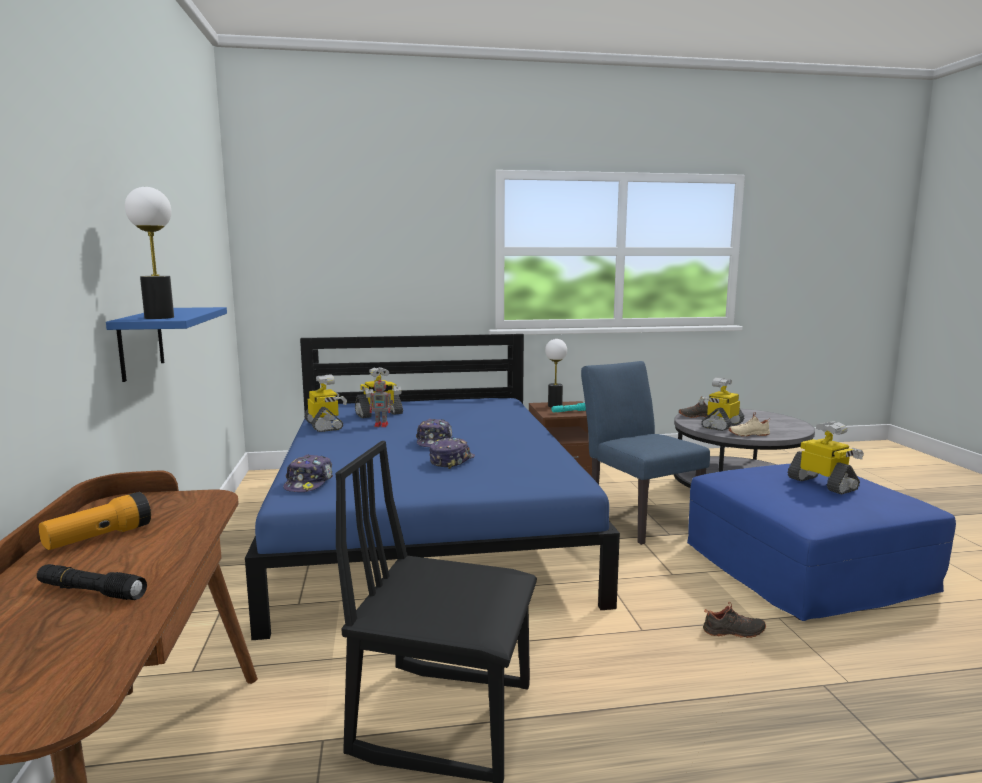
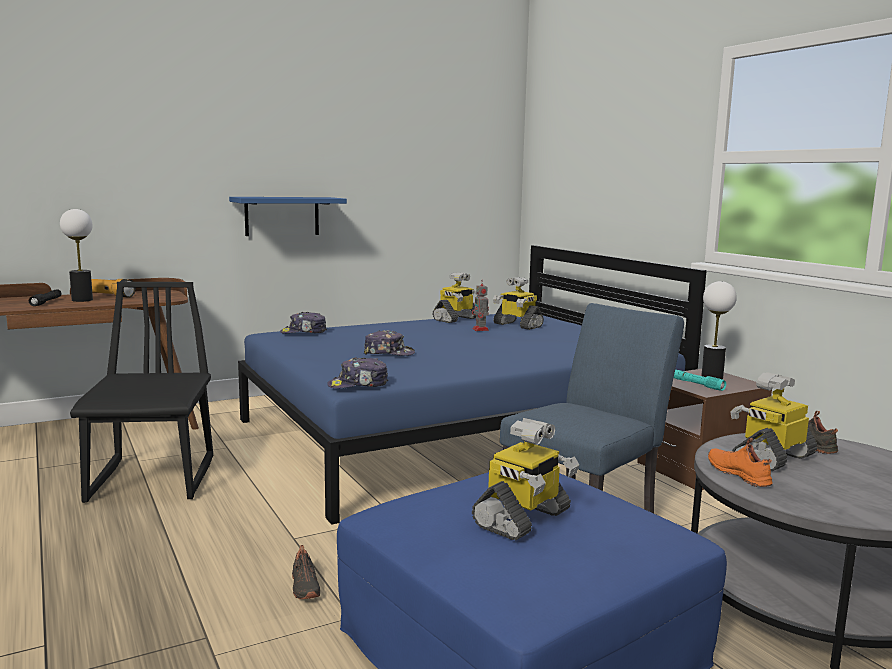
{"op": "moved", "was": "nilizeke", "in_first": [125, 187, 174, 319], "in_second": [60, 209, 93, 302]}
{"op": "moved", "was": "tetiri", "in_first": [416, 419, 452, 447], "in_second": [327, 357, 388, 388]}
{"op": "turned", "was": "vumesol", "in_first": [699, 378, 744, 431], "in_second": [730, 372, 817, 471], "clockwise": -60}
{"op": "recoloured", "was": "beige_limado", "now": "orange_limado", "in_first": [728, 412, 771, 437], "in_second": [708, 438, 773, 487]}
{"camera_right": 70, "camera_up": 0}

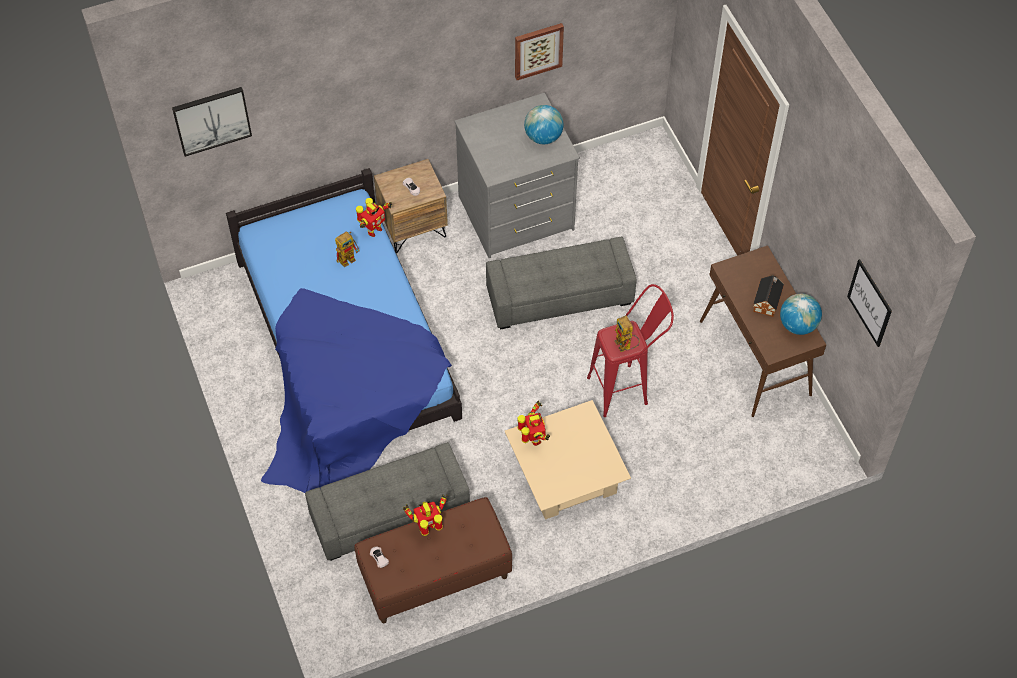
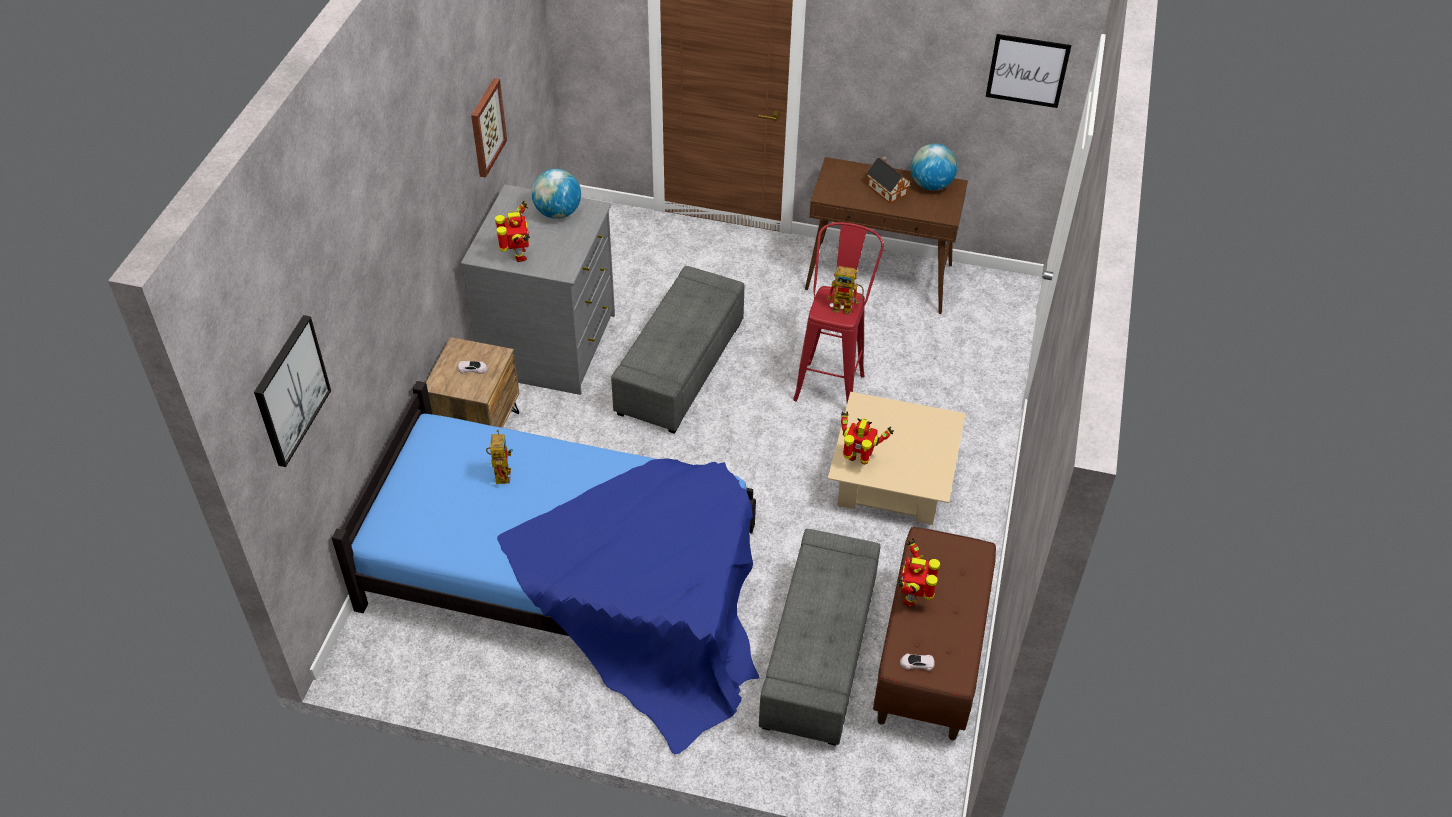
{"op": "moved", "was": "vumesol", "in_first": [356, 198, 392, 237], "in_second": [495, 201, 530, 262]}
{"camera_right": -55, "camera_up": -10}

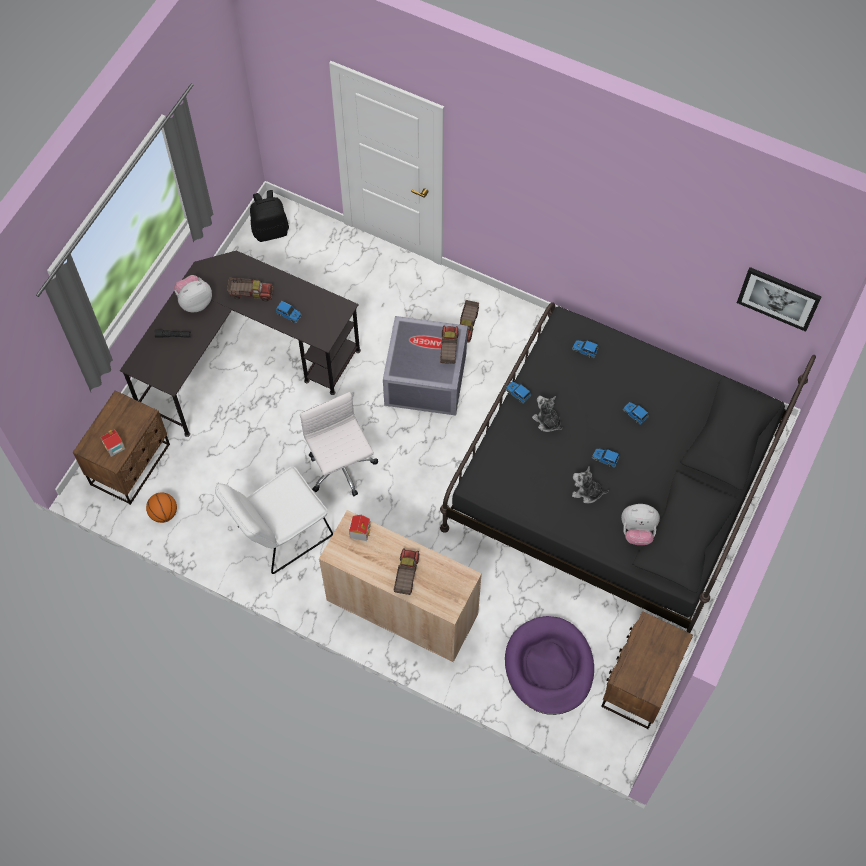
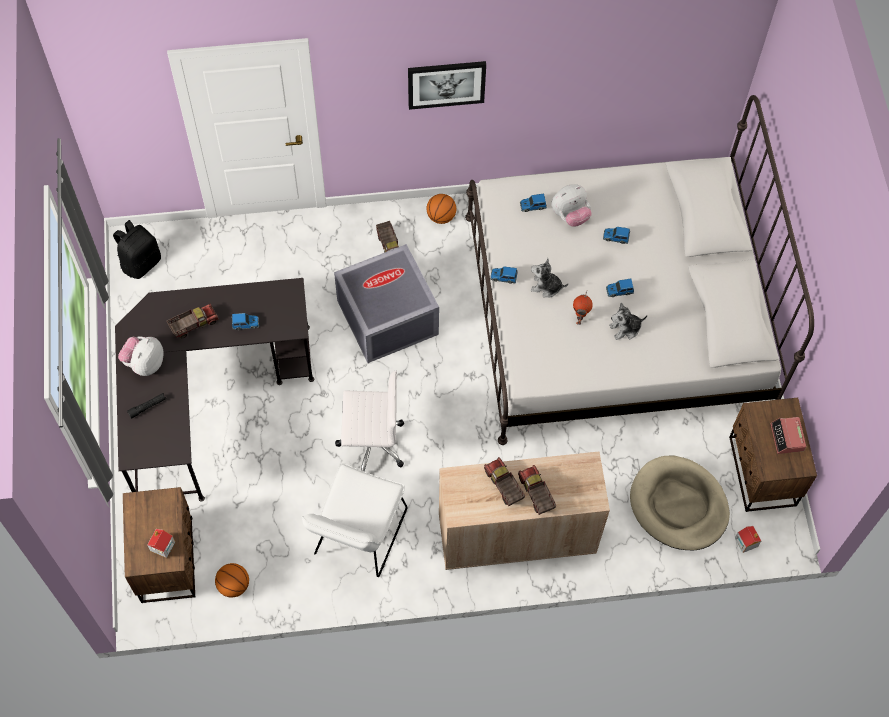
{"op": "turned", "was": "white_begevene", "in_first": [300, 392, 378, 496], "in_second": [335, 371, 404, 472], "clockwise": 150}
{"op": "moved", "was": "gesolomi", "in_first": [349, 515, 371, 541], "in_second": [735, 526, 761, 553]}
{"op": "recoloured", "was": "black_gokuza", "now": "white_gokuza", "in_first": [440, 302, 816, 633], "in_second": [465, 95, 814, 445]}
{"op": "moved", "was": "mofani", "in_first": [440, 326, 459, 364], "in_second": [484, 457, 526, 506]}
{"op": "recoloured", "was": "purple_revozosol", "now": "beige_revozosol", "in_first": [505, 616, 594, 715], "in_second": [630, 456, 730, 550]}
{"op": "moved", "was": "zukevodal", "in_first": [621, 504, 660, 545], "in_second": [551, 184, 592, 227]}
{"op": "moved", "was": "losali", "in_first": [737, 267, 822, 332], "in_second": [408, 61, 486, 110]}
{"op": "added", "now": "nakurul", "in_second": [426, 194, 456, 224]}
{"op": "added", "now": "vumesol", "in_second": [573, 291, 593, 325]}
{"op": "added", "now": "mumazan", "in_second": [770, 417, 806, 454]}
{"camera_right": -35, "camera_up": 0}

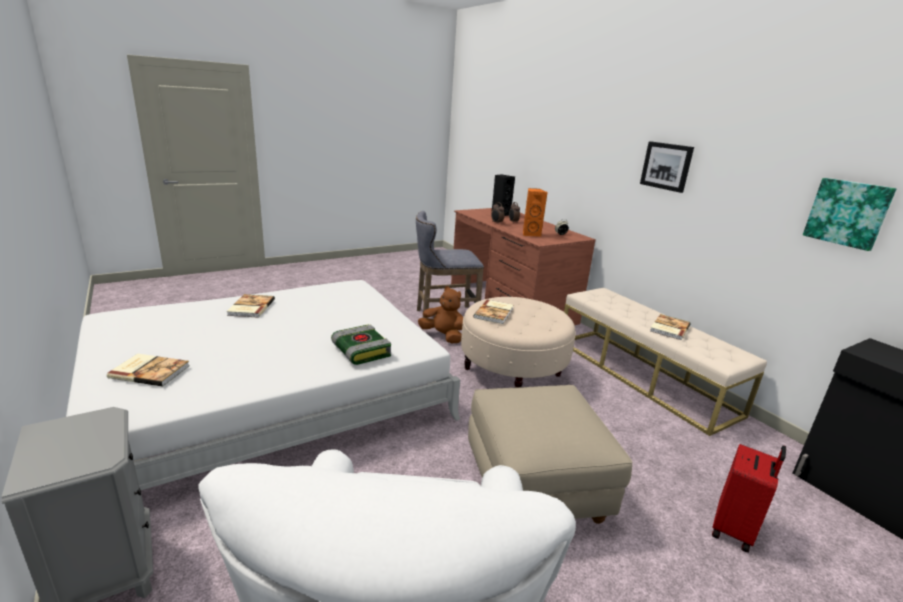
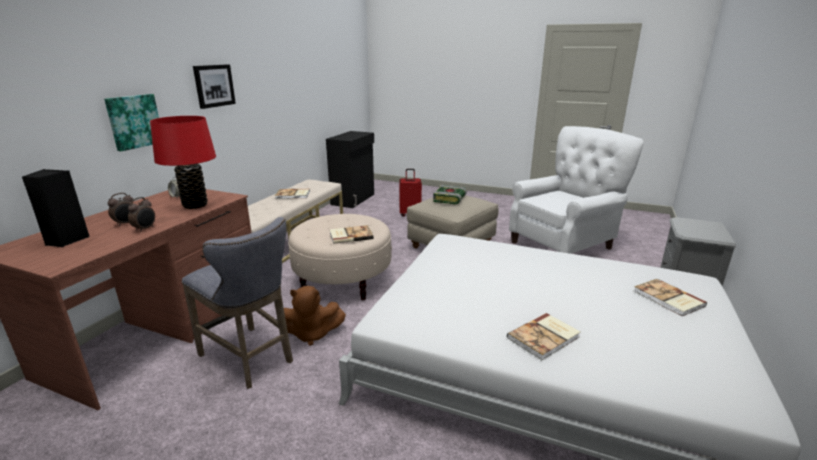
{"op": "moved", "was": "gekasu", "in_first": [331, 324, 391, 365], "in_second": [433, 185, 467, 204]}
{"op": "turned", "was": "brown_zukevodal", "in_first": [418, 286, 463, 343], "in_second": [284, 286, 346, 346], "clockwise": -90}
{"op": "replaced", "was": "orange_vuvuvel", "now": "red_nilizeke", "in_first": [523, 188, 547, 237], "in_second": [150, 116, 216, 209]}
{"op": "moved", "was": "losali", "in_first": [803, 178, 896, 251], "in_second": [104, 94, 159, 151]}
{"camera_right": -125, "camera_up": 0}

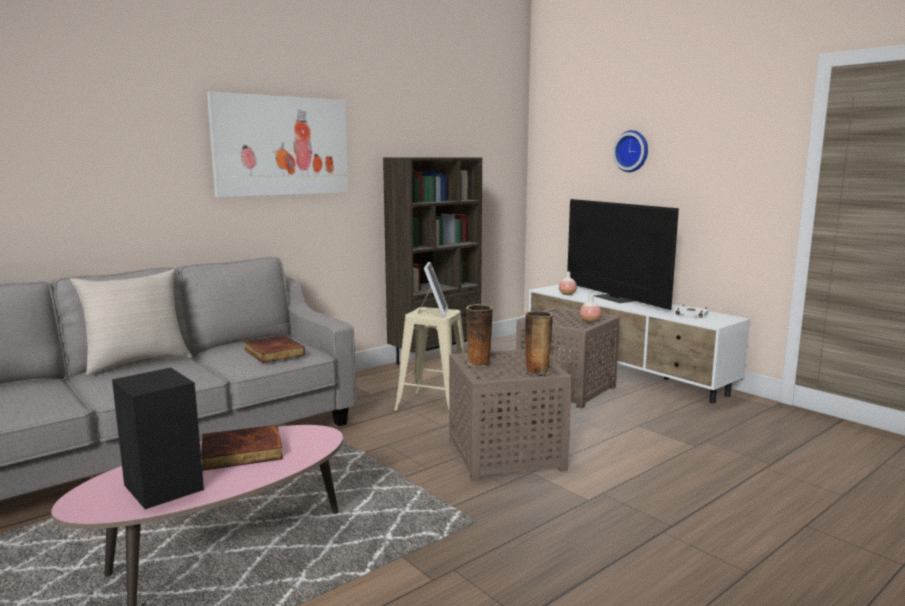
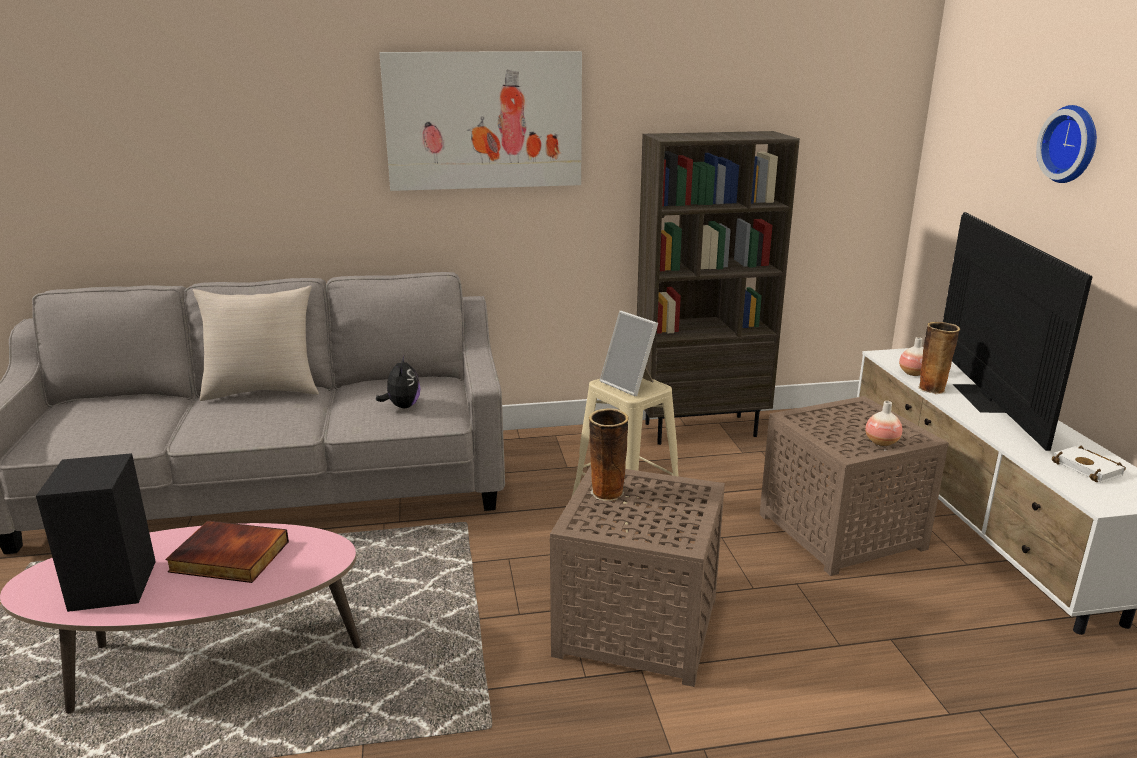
{"op": "replaced", "was": "gekasu", "now": "zukevodal", "in_first": [244, 335, 305, 363], "in_second": [376, 356, 421, 408]}
{"op": "turned", "was": "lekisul", "in_first": [417, 262, 448, 316], "in_second": [600, 311, 658, 396], "clockwise": 105}
{"op": "moved", "was": "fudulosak", "in_first": [525, 311, 553, 375], "in_second": [918, 322, 960, 394]}
{"camera_right": 30, "camera_up": 10}

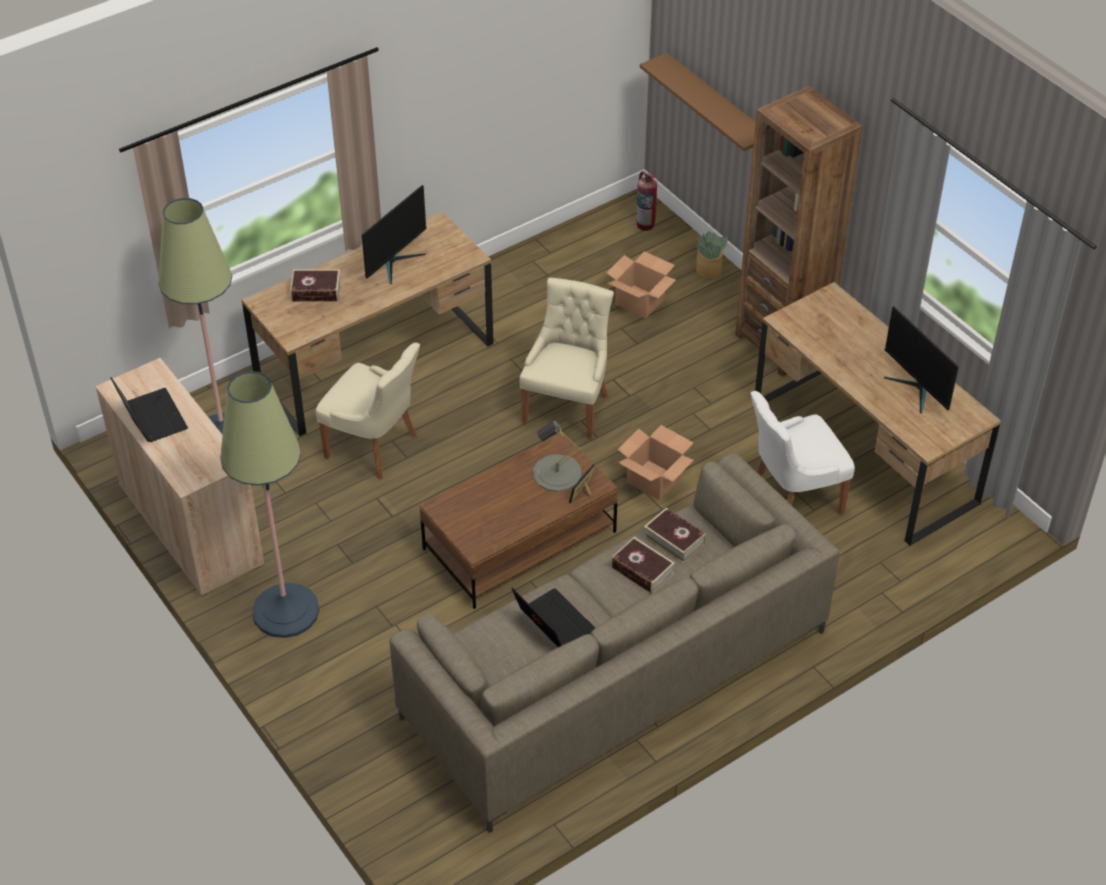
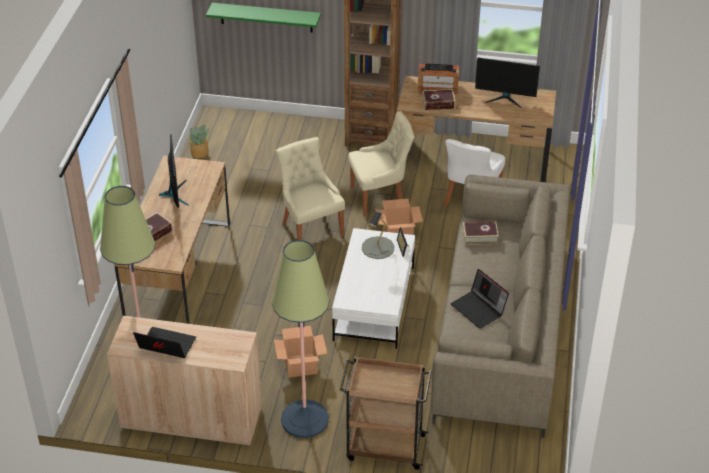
{"op": "moved", "was": "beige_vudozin", "in_first": [316, 342, 420, 479], "in_second": [348, 111, 414, 217]}
{"op": "recoloured", "was": "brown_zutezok", "now": "white_zutezok", "in_first": [419, 432, 618, 609], "in_second": [332, 228, 415, 349]}
{"op": "turned", "was": "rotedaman", "in_first": [512, 588, 595, 647], "in_second": [450, 269, 509, 329], "clockwise": -135}
{"op": "moved", "was": "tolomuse", "in_first": [606, 251, 676, 319], "in_second": [274, 326, 327, 378]}
{"op": "moved", "was": "gekasu", "in_first": [611, 537, 675, 594], "in_second": [422, 89, 455, 110]}
{"op": "removed", "was": "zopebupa", "in_first": [636, 171, 657, 231]}
{"op": "recoloured", "was": "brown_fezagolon", "now": "green_fezagolon", "in_first": [640, 53, 756, 151], "in_second": [206, 3, 321, 33]}
{"op": "moved", "was": "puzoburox", "in_first": [696, 231, 728, 278], "in_second": [190, 125, 210, 158]}
{"op": "added", "now": "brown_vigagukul", "in_second": [340, 356, 432, 470]}
{"op": "added", "now": "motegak", "in_second": [418, 63, 459, 94]}
{"camera_right": -45, "camera_up": -5}

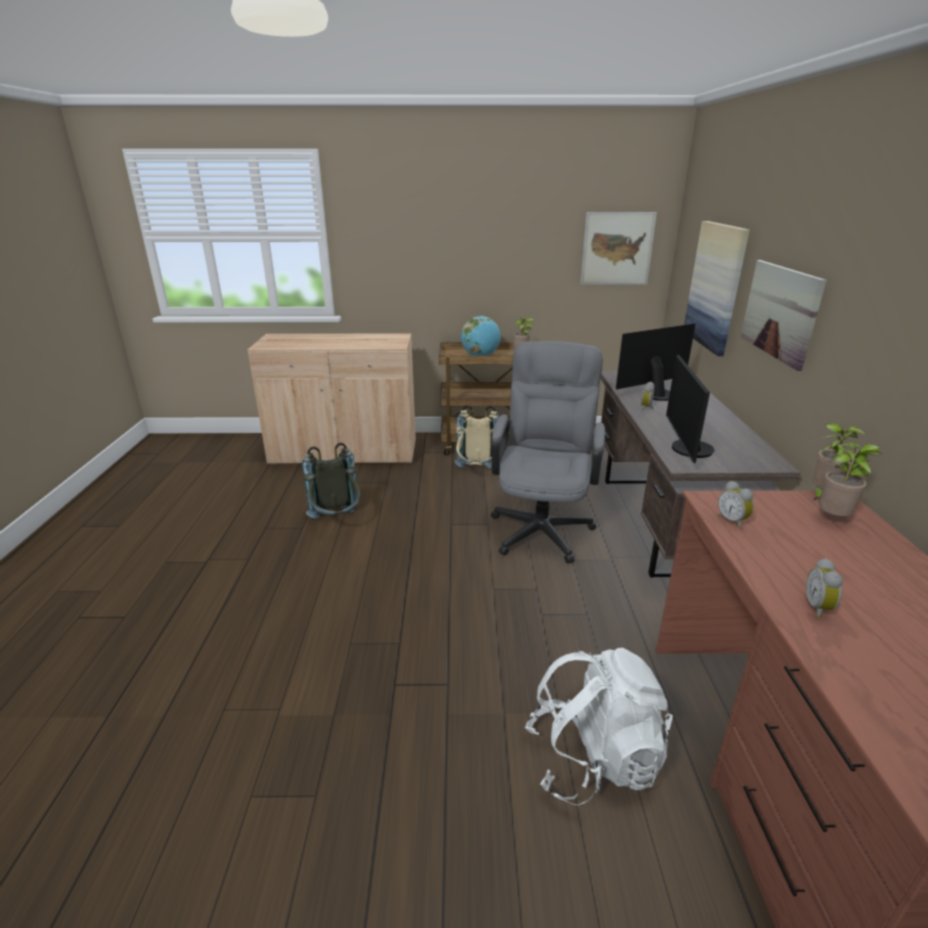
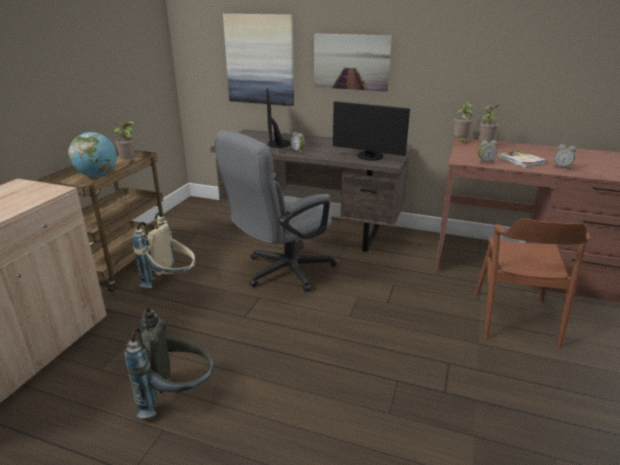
{"op": "turned", "was": "grey_begevene", "in_first": [491, 341, 605, 564], "in_second": [215, 130, 337, 292], "clockwise": -75}
{"op": "replaced", "was": "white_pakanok", "now": "brown_vudozin", "in_first": [525, 648, 673, 806], "in_second": [475, 219, 591, 348]}
{"op": "removed", "was": "losali", "in_first": [580, 212, 657, 285]}
{"op": "added", "now": "gekasu", "in_second": [498, 150, 546, 168]}
{"camera_right": -70, "camera_up": 0}

